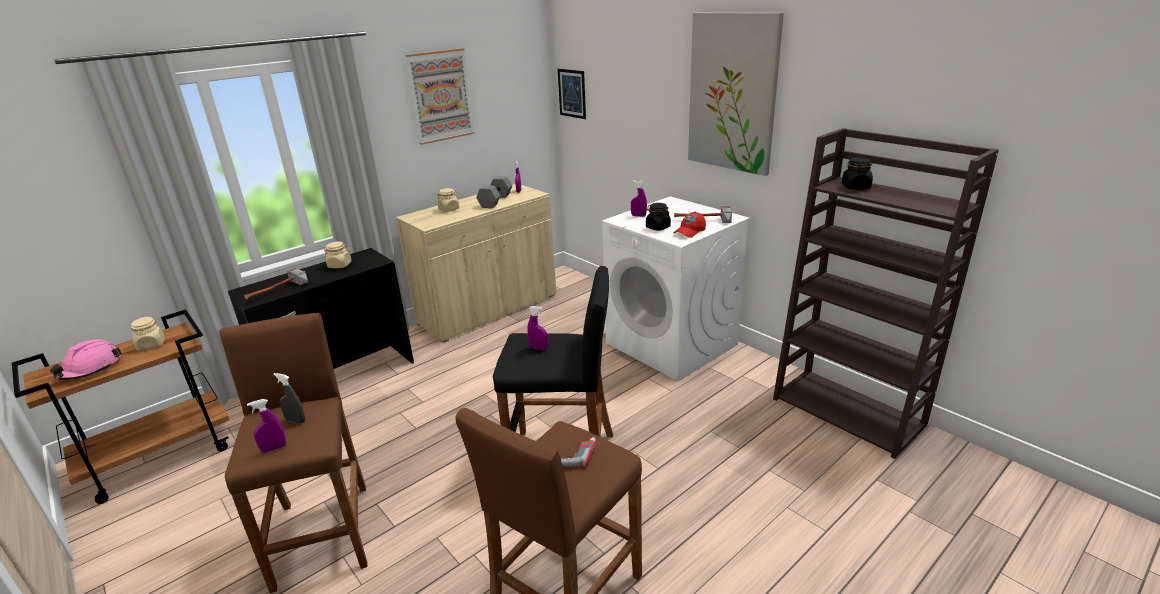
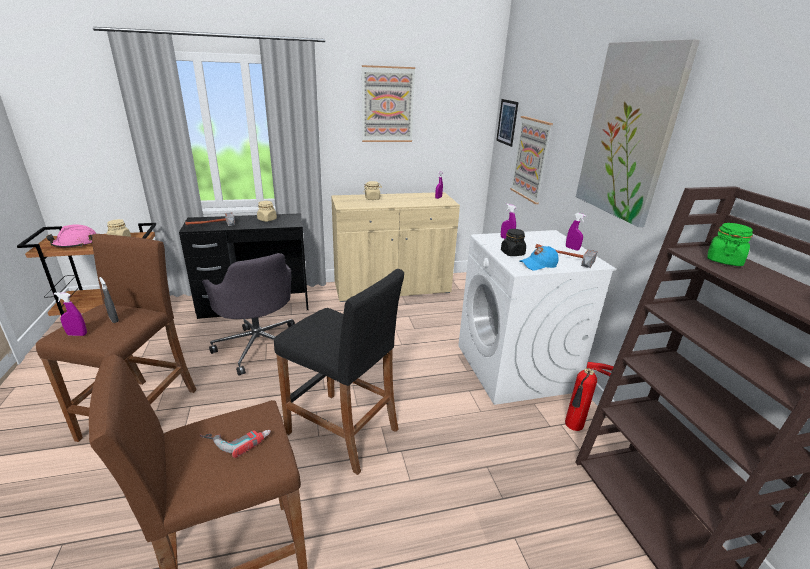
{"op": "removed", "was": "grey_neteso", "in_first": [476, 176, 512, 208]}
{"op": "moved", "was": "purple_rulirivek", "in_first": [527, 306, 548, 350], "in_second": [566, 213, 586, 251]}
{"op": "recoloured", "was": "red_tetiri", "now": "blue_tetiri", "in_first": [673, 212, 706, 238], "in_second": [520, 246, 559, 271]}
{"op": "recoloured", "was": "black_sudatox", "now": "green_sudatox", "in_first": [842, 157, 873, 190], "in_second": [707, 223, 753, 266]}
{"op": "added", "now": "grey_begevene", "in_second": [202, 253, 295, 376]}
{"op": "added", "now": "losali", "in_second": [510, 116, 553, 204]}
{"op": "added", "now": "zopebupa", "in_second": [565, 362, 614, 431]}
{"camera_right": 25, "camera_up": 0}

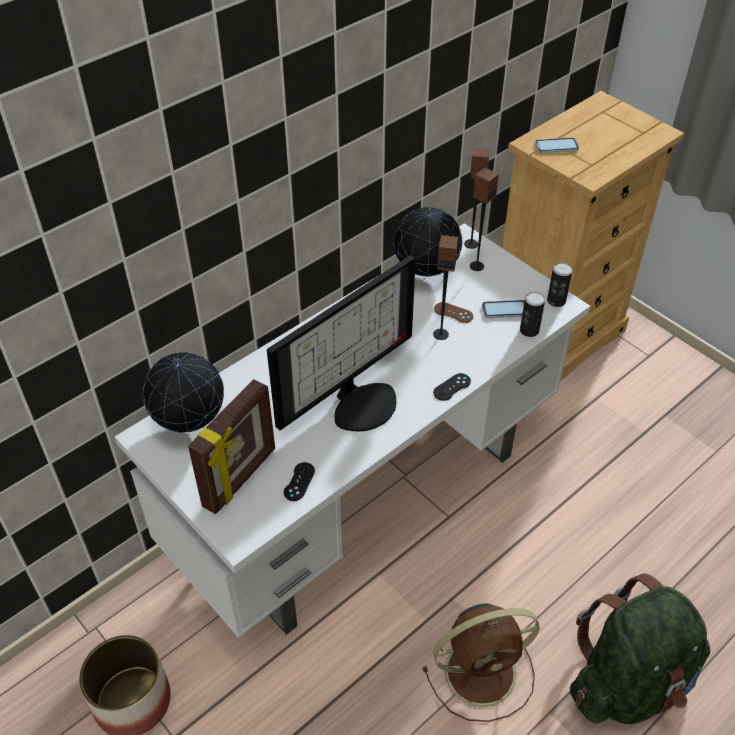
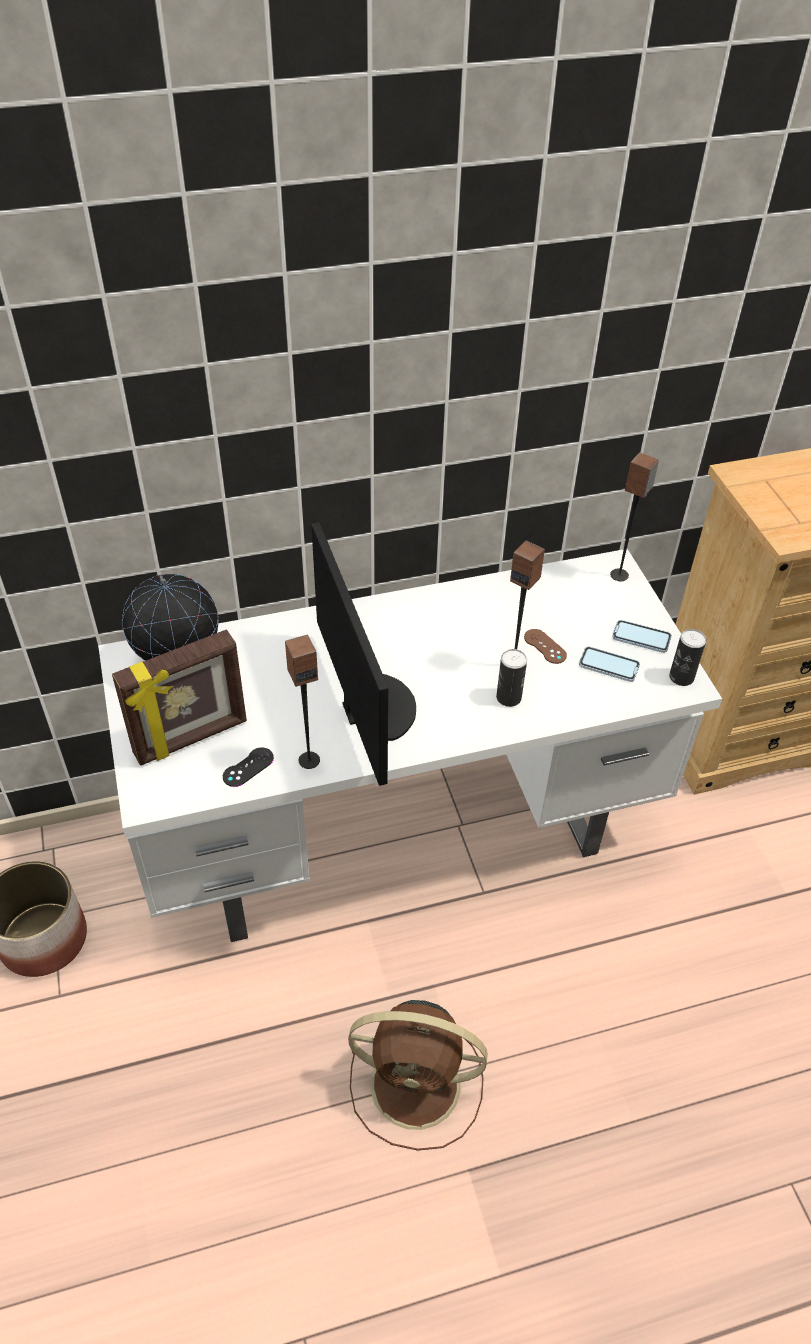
{"op": "turned", "was": "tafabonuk", "in_first": [267, 255, 416, 431], "in_second": [311, 522, 416, 786], "clockwise": -90}
{"op": "removed", "was": "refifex", "in_first": [393, 206, 462, 276]}
{"op": "removed", "was": "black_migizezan", "in_first": [433, 373, 471, 401]}
{"op": "moved", "was": "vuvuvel", "in_first": [470, 168, 499, 271], "in_second": [285, 634, 320, 769]}
{"op": "moved", "was": "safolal", "in_first": [520, 292, 545, 337], "in_second": [496, 649, 527, 707]}
{"op": "moved", "was": "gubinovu", "in_first": [535, 137, 579, 153], "in_second": [612, 620, 672, 653]}
{"op": "removed", "was": "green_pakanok", "in_first": [570, 573, 710, 724]}
{"camera_right": 25, "camera_up": 0}

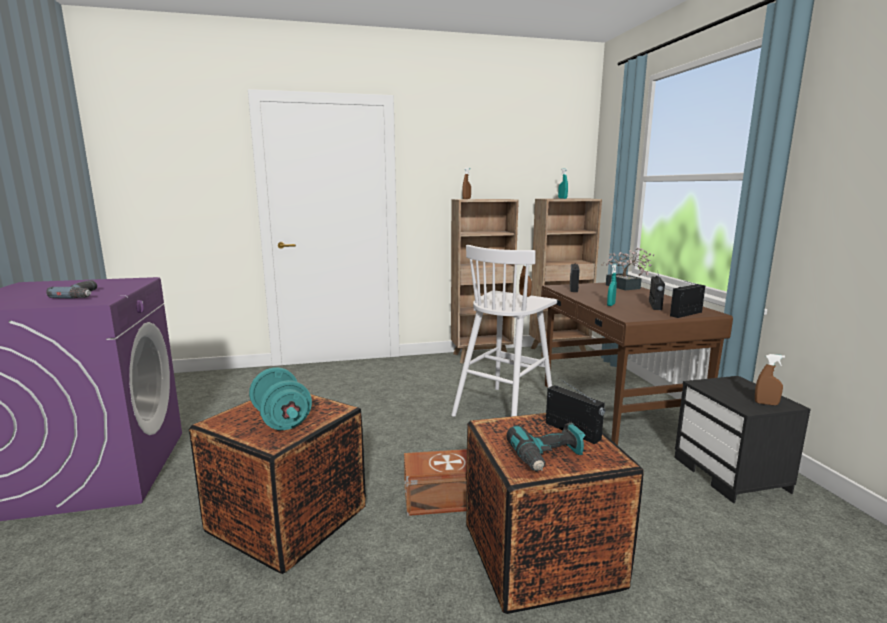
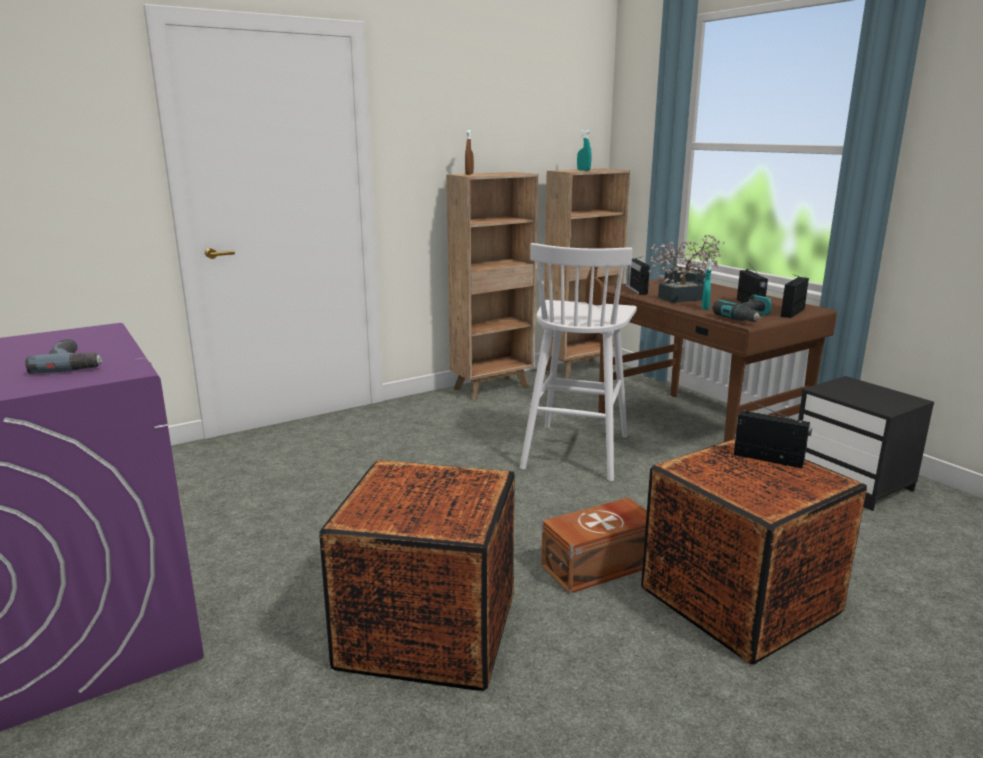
{"op": "removed", "was": "turquoise_neteso", "in_first": [249, 367, 312, 430]}
{"op": "moved", "was": "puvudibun", "in_first": [507, 423, 585, 471], "in_second": [712, 294, 772, 322]}
{"op": "removed", "was": "brown_rulirivek", "in_first": [755, 354, 785, 405]}
{"op": "added", "now": "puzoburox", "in_second": [648, 243, 712, 303]}
{"camera_right": -20, "camera_up": 5}

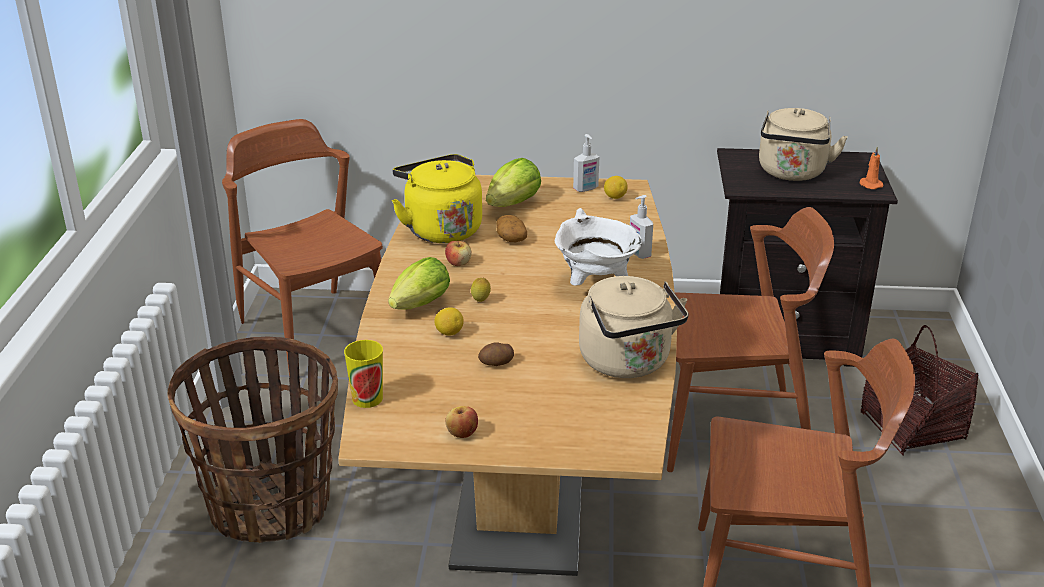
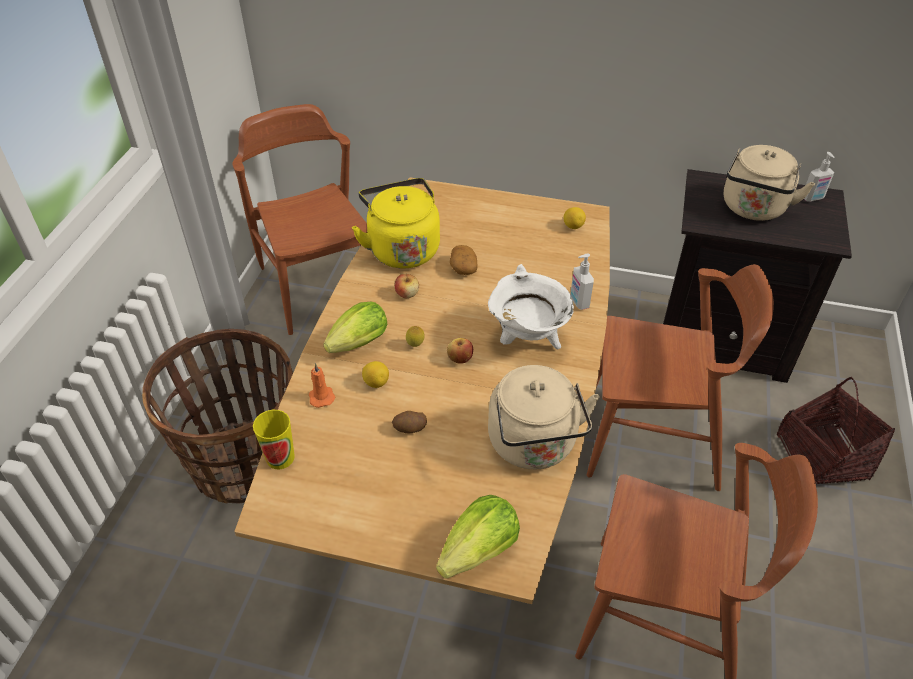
{"op": "moved", "was": "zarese", "in_first": [445, 406, 478, 438], "in_second": [447, 338, 473, 364]}
{"op": "moved", "was": "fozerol", "in_first": [486, 158, 541, 207], "in_second": [436, 495, 520, 579]}
{"op": "moved", "was": "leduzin", "in_first": [573, 134, 599, 192], "in_second": [804, 152, 835, 202]}
{"op": "moved", "was": "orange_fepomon", "in_first": [860, 147, 883, 189], "in_second": [309, 363, 335, 408]}
{"camera_right": 10, "camera_up": 15}

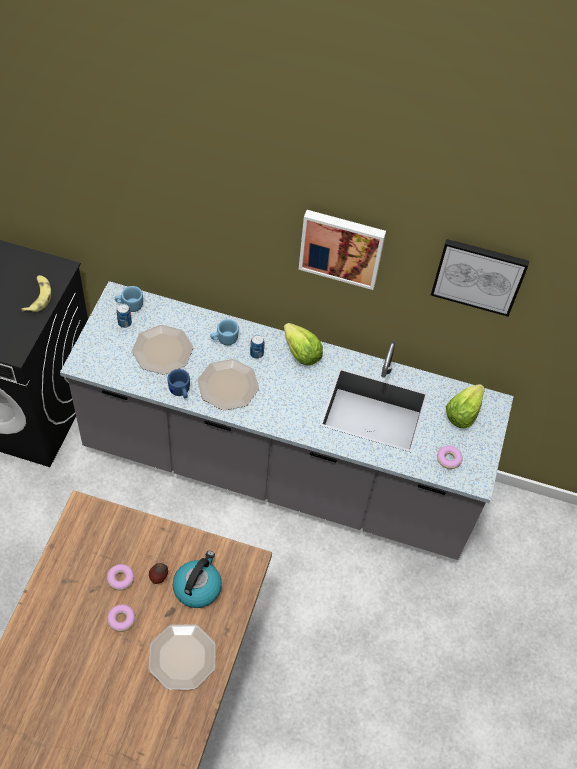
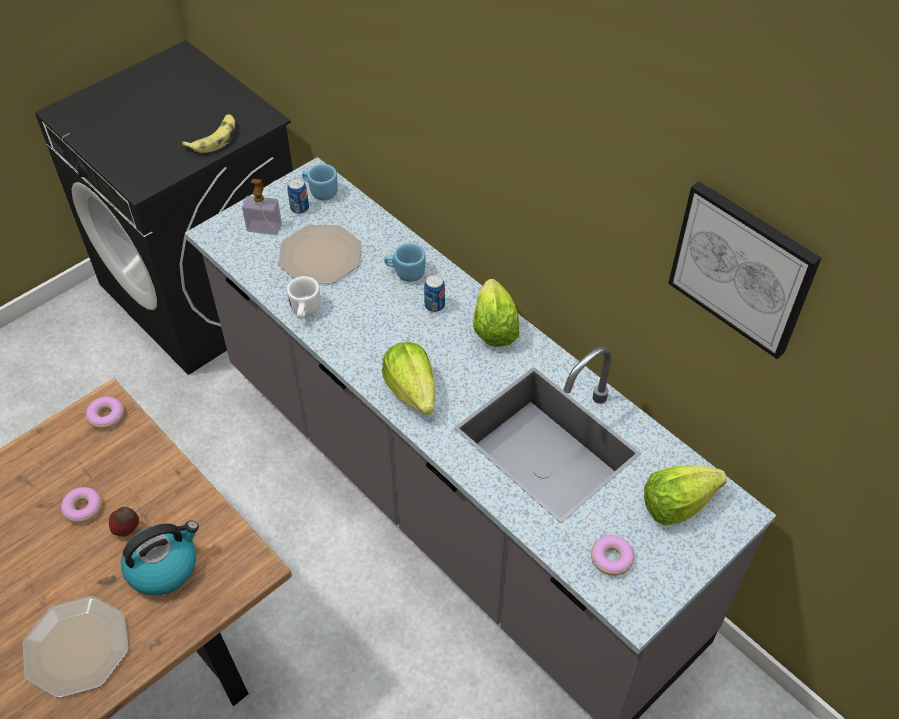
{"op": "moved", "was": "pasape", "in_first": [107, 605, 136, 632], "in_second": [86, 397, 124, 429]}
{"op": "recoloured", "was": "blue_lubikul", "now": "white_lubikul", "in_first": [167, 369, 190, 399], "in_second": [287, 276, 321, 319]}
{"op": "removed", "was": "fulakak", "in_first": [198, 359, 259, 410]}
{"op": "removed", "was": "losali", "in_first": [298, 210, 386, 290]}
{"op": "added", "now": "leduzin", "in_second": [242, 179, 282, 235]}
{"op": "added", "now": "fozerol", "in_second": [382, 342, 435, 415]}
{"camera_right": 35, "camera_up": -5}

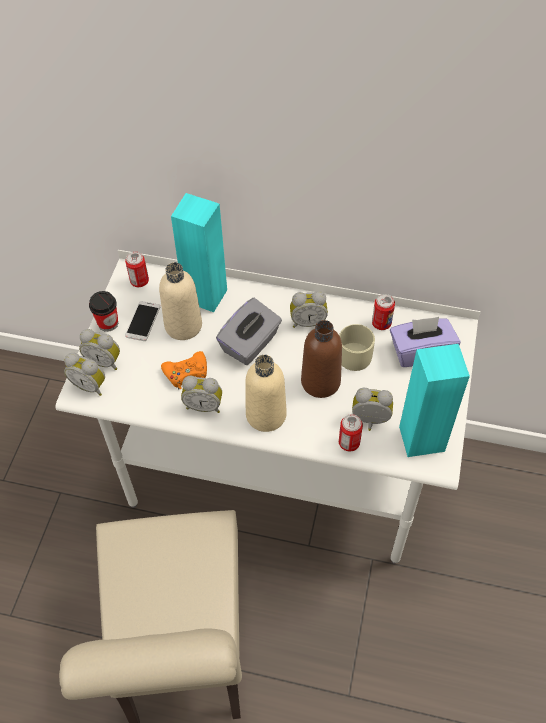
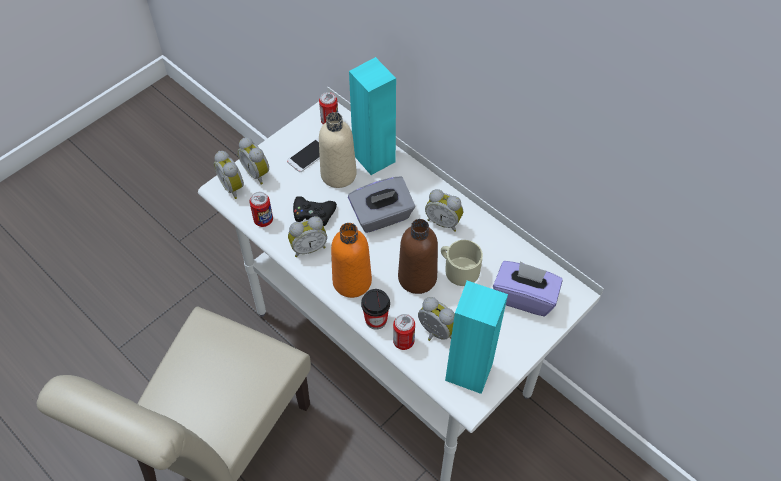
{"op": "moved", "was": "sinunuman", "in_first": [89, 291, 118, 332], "in_second": [361, 289, 390, 330]}
{"op": "recoloured", "was": "orange_migizezan", "now": "black_migizezan", "in_first": [161, 351, 207, 389], "in_second": [293, 196, 337, 226]}
{"op": "turned", "was": "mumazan", "in_first": [181, 376, 222, 413], "in_second": [288, 216, 327, 257], "clockwise": -60}
{"op": "recoloured", "was": "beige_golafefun", "now": "orange_golafefun", "in_first": [245, 355, 287, 432], "in_second": [331, 223, 372, 298]}
{"op": "moved", "was": "safolal", "in_first": [372, 294, 395, 330], "in_second": [249, 192, 273, 227]}
{"camera_right": 30, "camera_up": 0}

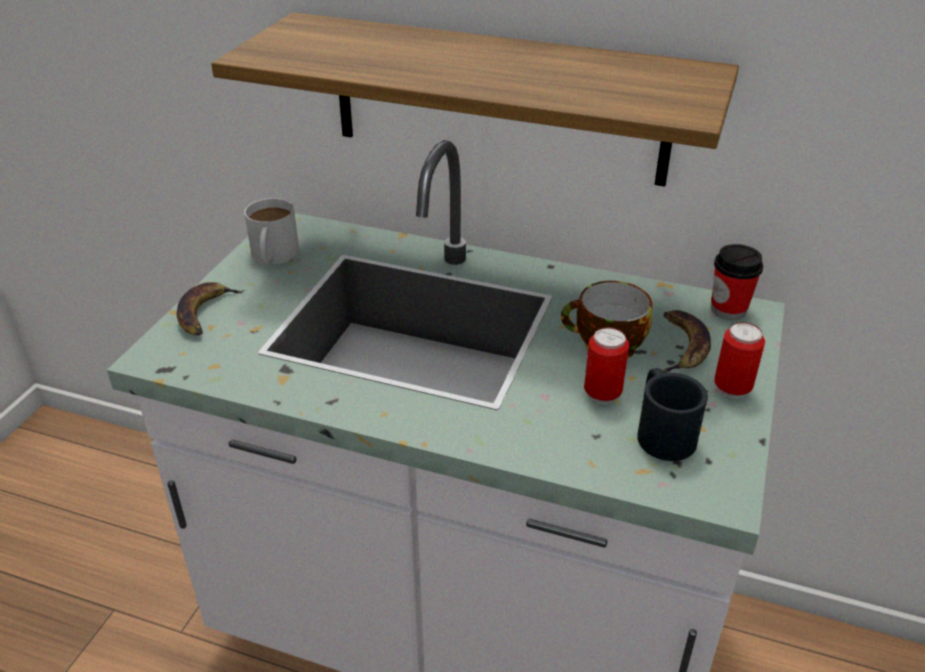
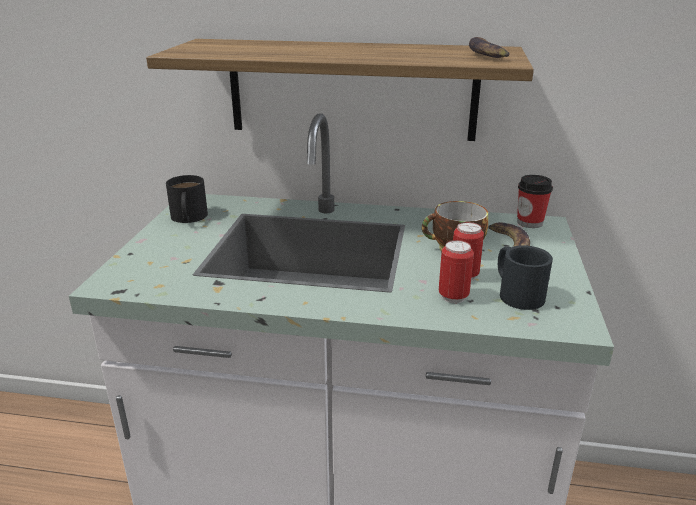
{"op": "moved", "was": "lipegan", "in_first": [177, 282, 244, 336], "in_second": [469, 37, 509, 58]}
{"op": "recoloured", "was": "white_lubikul", "now": "black_lubikul", "in_first": [244, 198, 299, 265], "in_second": [166, 175, 208, 223]}
{"op": "moved", "was": "safolal", "in_first": [714, 322, 765, 399], "in_second": [439, 240, 474, 303]}
{"camera_right": -10, "camera_up": -10}

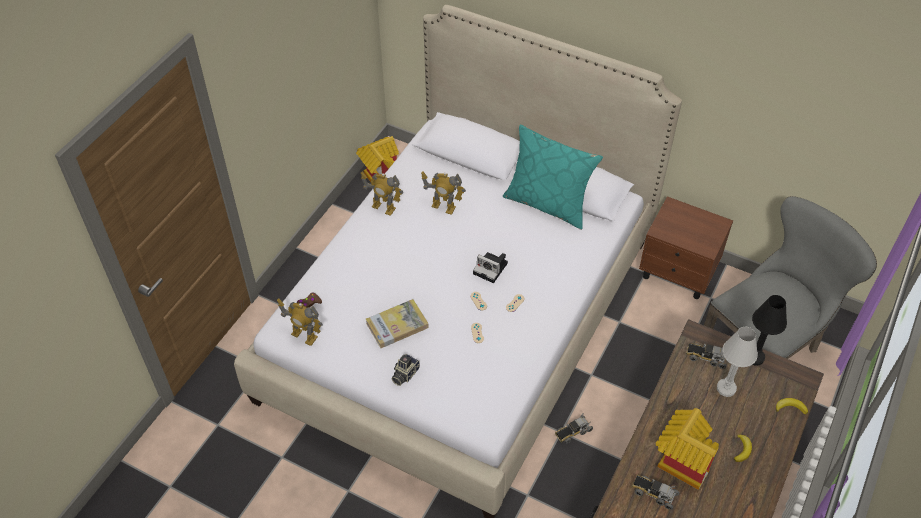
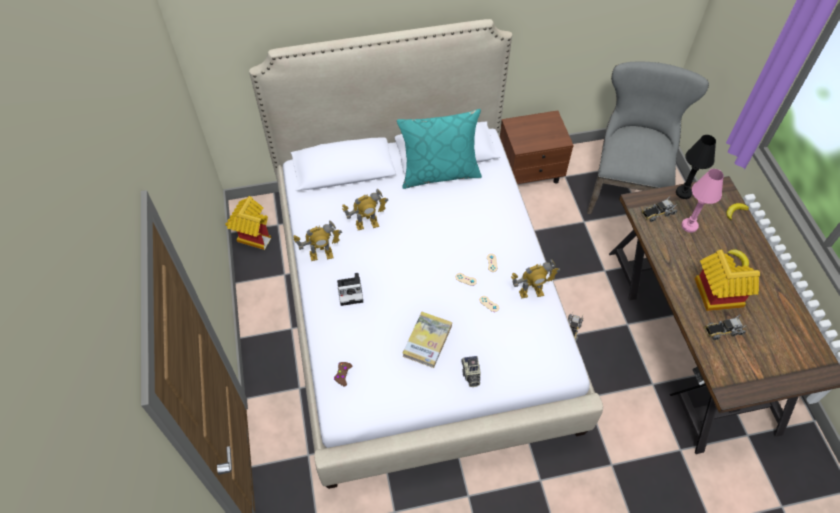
{"op": "moved", "was": "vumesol", "in_first": [277, 299, 323, 346], "in_second": [511, 259, 560, 299]}
{"op": "moved", "was": "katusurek", "in_first": [473, 252, 508, 283], "in_second": [337, 273, 363, 306]}
{"op": "recoloured", "was": "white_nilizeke", "now": "pink_nilizeke", "in_first": [717, 327, 758, 397], "in_second": [681, 169, 724, 233]}
{"camera_right": -40, "camera_up": 5}

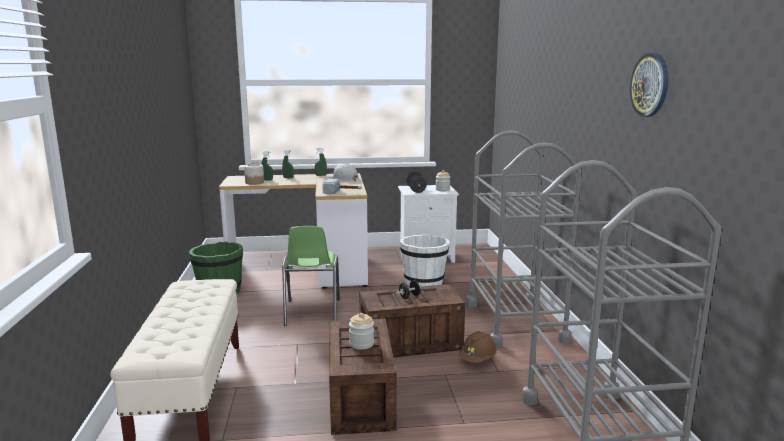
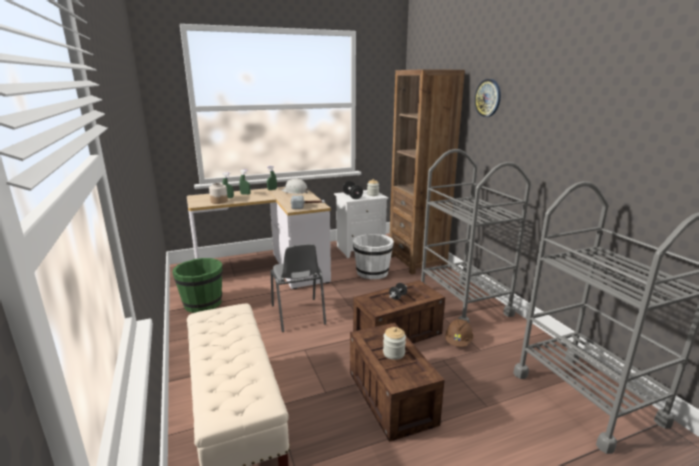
{"op": "recoloured", "was": "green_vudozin", "now": "grey_vudozin", "in_first": [282, 226, 340, 326], "in_second": [271, 244, 326, 332]}
{"op": "moved", "was": "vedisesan", "in_first": [630, 53, 669, 117], "in_second": [474, 79, 501, 117]}
{"op": "added", "now": "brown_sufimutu", "in_second": [390, 69, 465, 275]}
{"camera_right": -15, "camera_up": 5}

